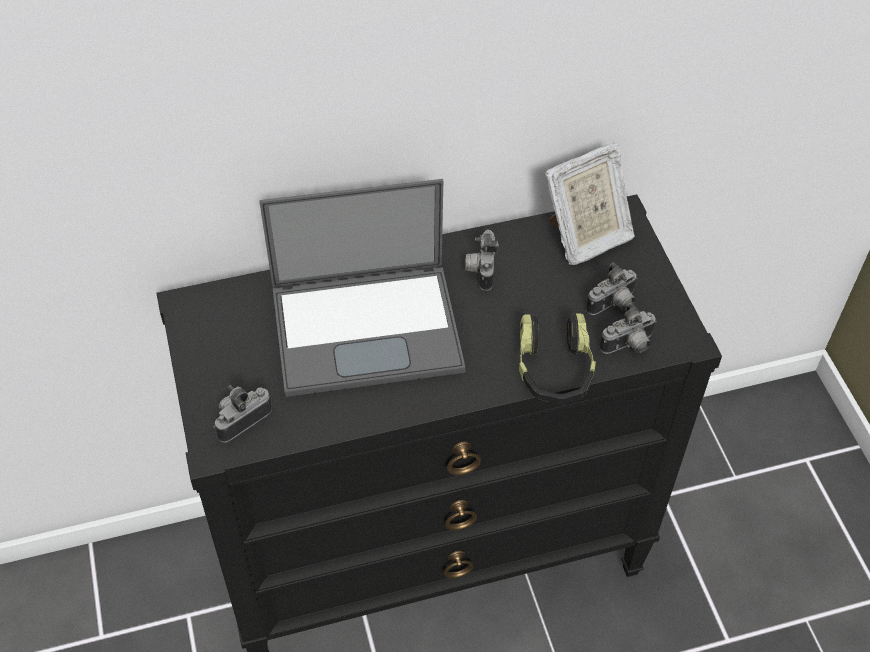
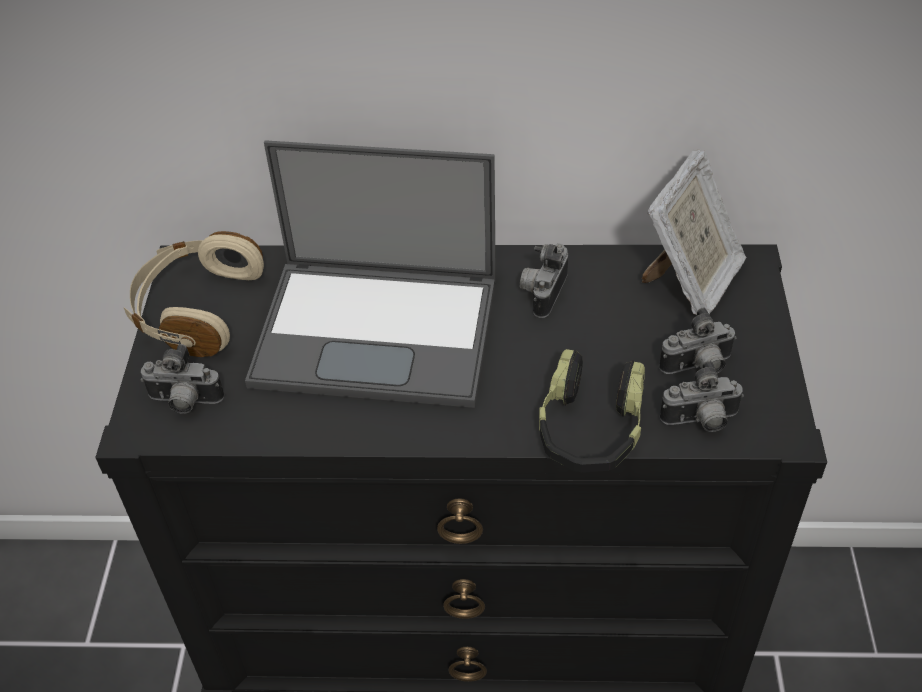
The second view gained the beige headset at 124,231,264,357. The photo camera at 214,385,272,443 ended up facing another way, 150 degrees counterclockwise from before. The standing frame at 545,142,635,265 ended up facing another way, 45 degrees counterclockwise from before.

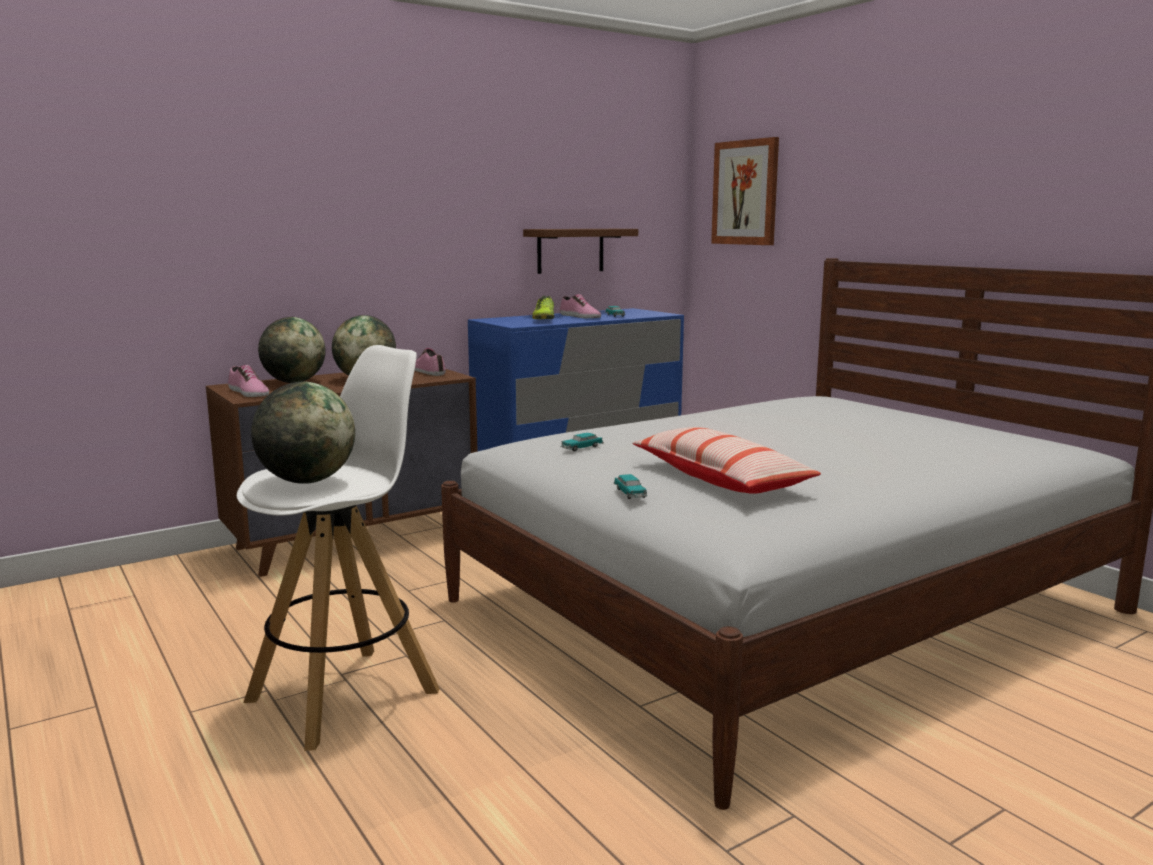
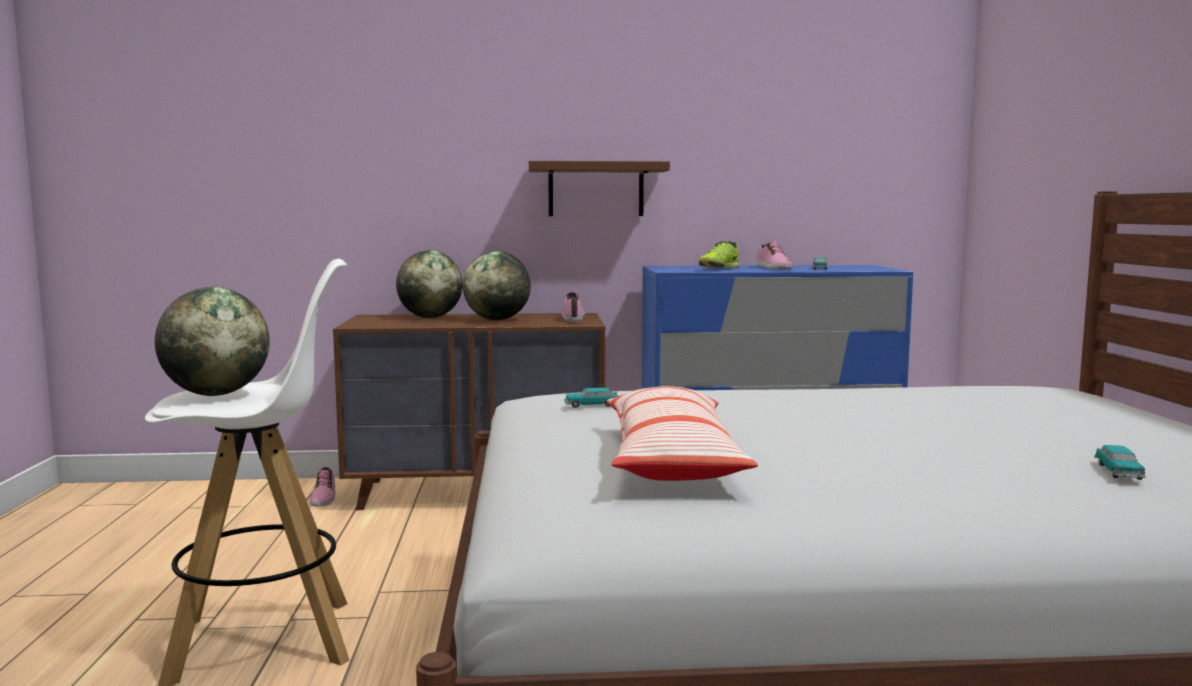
The item of footwear ended up elsewhere, having gone from 228,365,269,397 to 309,467,335,507. The brown-coloured wall shelf ended up elsewhere, having gone from 523,229,638,274 to 529,161,670,216. The miniature car ended up elsewhere, having gone from 614,474,647,499 to 1094,445,1146,480. The second view lost the wall art at 711,137,779,245.

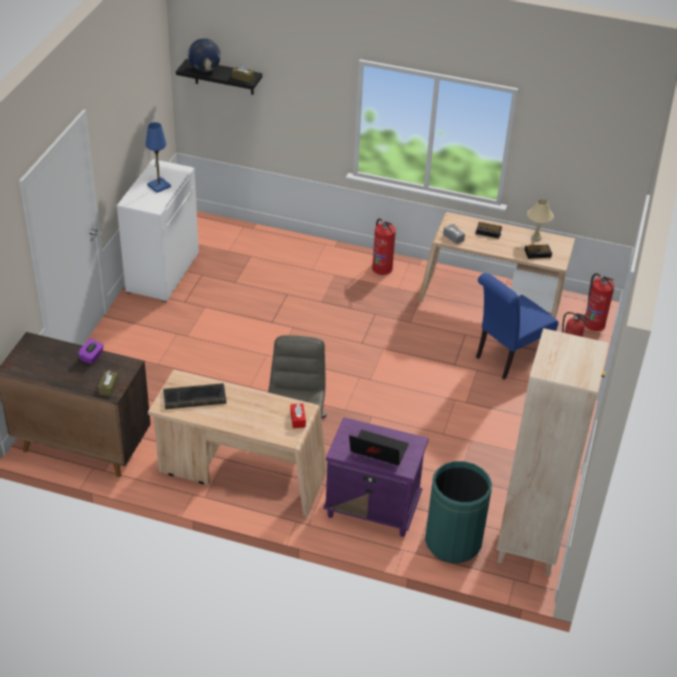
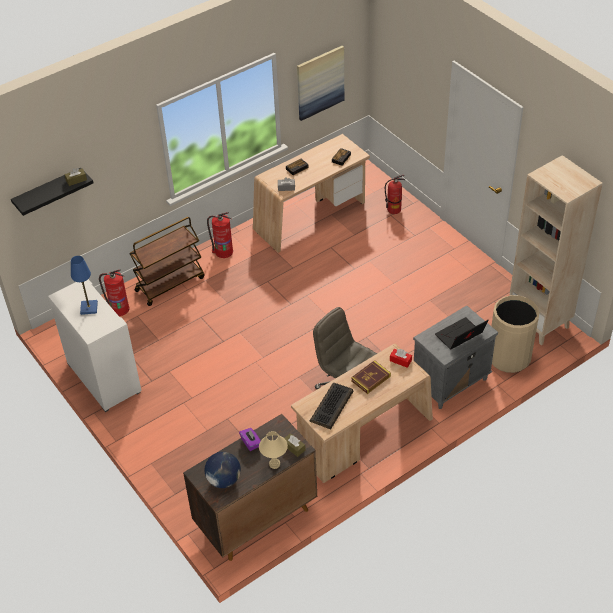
The fire-fighting cylinder ended up elsewhere, having gone from 584,273,614,331 to 99,269,129,316. The second view gained the brown-coloured wheeled cart at 129,217,205,306. The world globe ended up elsewhere, having gone from 188,38,221,72 to 204,452,241,488. The beige tabletop lamp ended up elsewhere, having gone from 527,199,554,241 to 259,431,288,469. The second view gained the wall art at 297,46,344,121. The second view gained the book at 351,360,391,394. What was the purple night table at 323,417,429,537 turned into the grey night table at 413,306,498,409. What was the green-coloured trash can at 425,461,492,563 turned into the beige trash can at 492,295,540,373. The second view lost the bluish chair at 476,273,559,379.

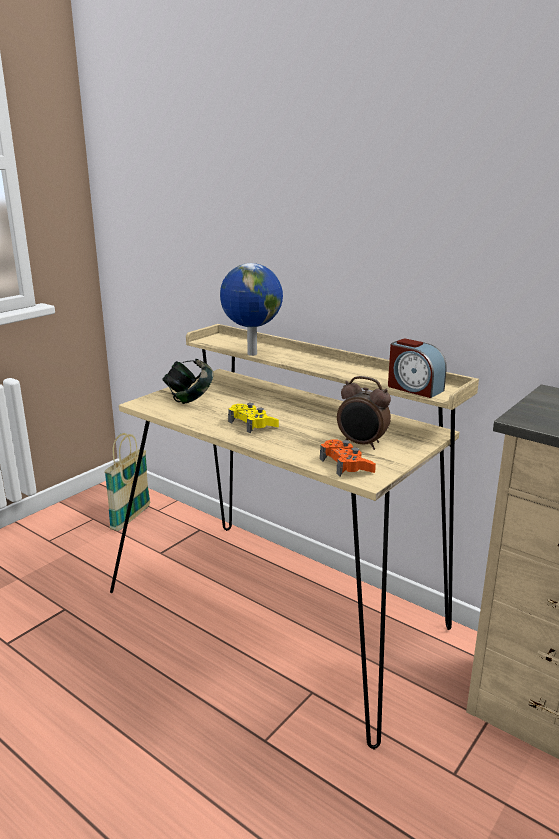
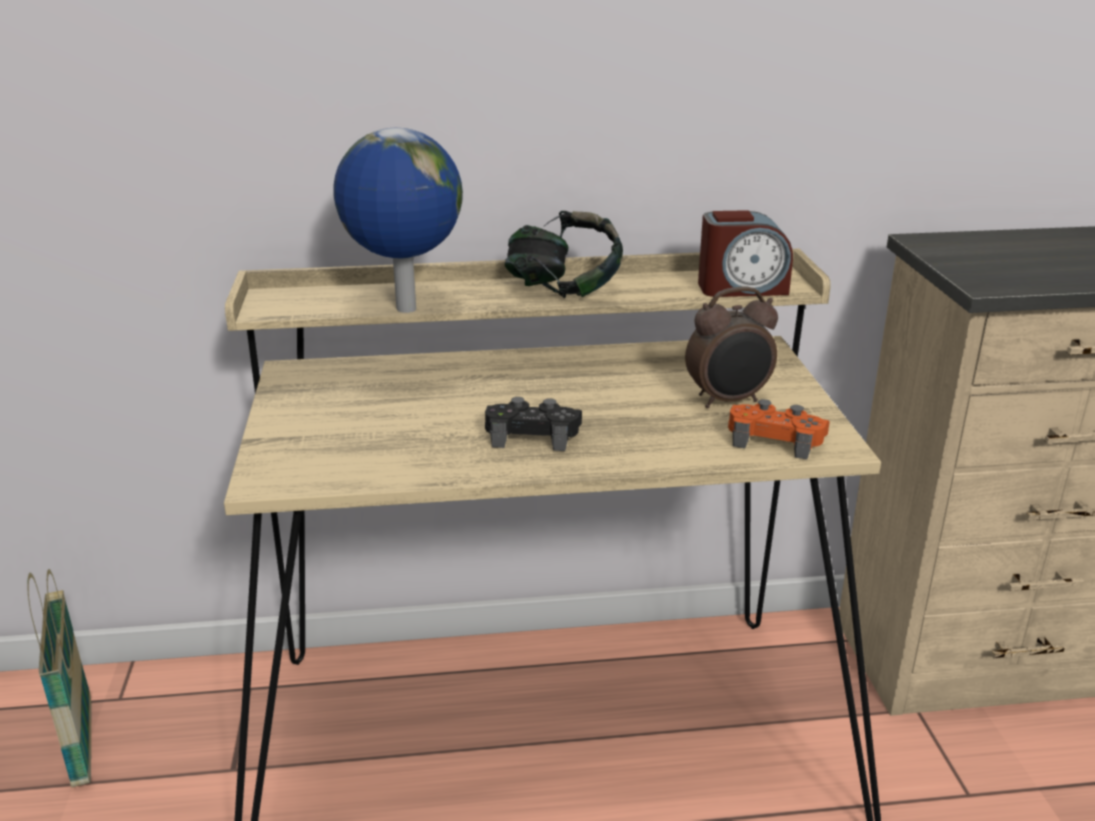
What was the yellow game controller at 228,403,279,433 turned into the black game controller at 485,397,582,451. The headset ended up elsewhere, having gone from 162,359,214,404 to 505,211,623,298.

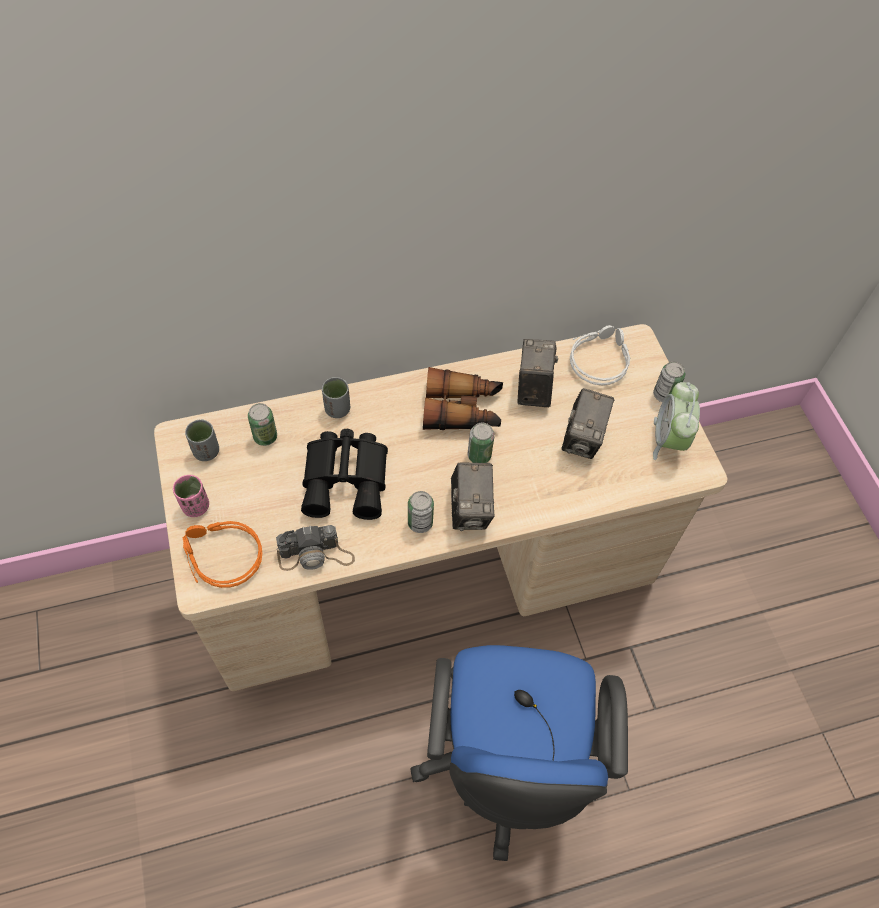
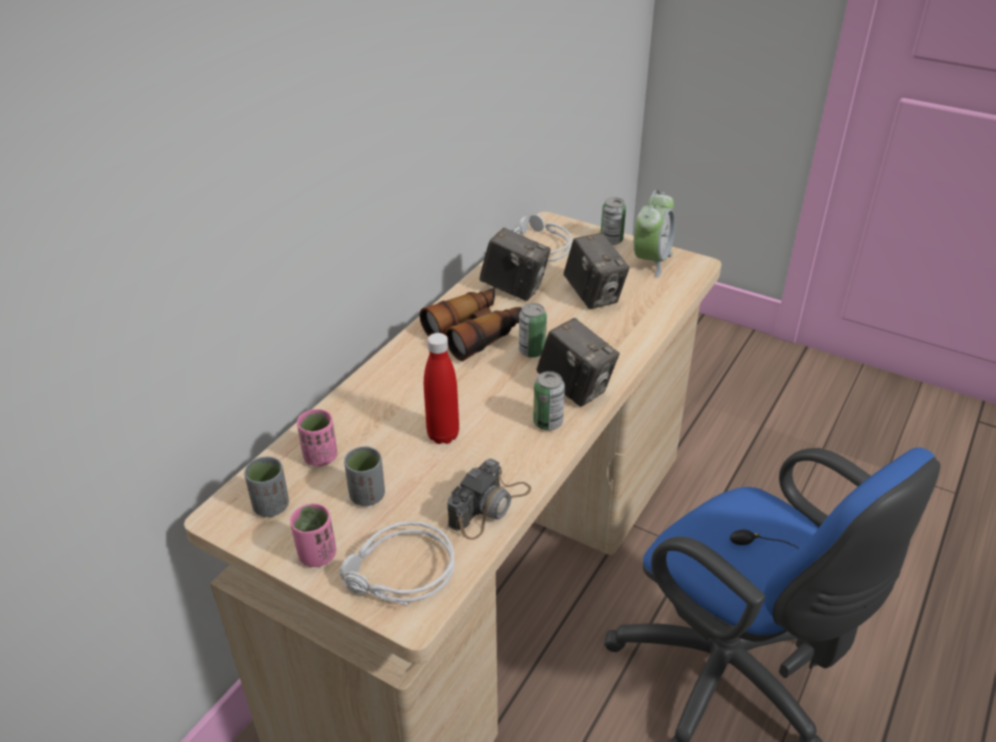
Where the sealed can stood at 248,403,277,446, the pinkish small cup came to stand at 297,409,337,466. What was the orange headset at 182,521,262,588 turned into the grey headset at 340,521,455,606. The grey small cup ended up elsewhere, having gone from 322,377,350,418 to 344,446,385,506. Where the black binoculars stood at 301,429,388,520, the red-coloured beverage bottle came to stand at 424,333,459,444. The photo camera at 517,339,558,407 ended up facing another way, 150 degrees clockwise from before. The table clock at 653,382,700,460 ended up facing another way, 120 degrees counterclockwise from before.

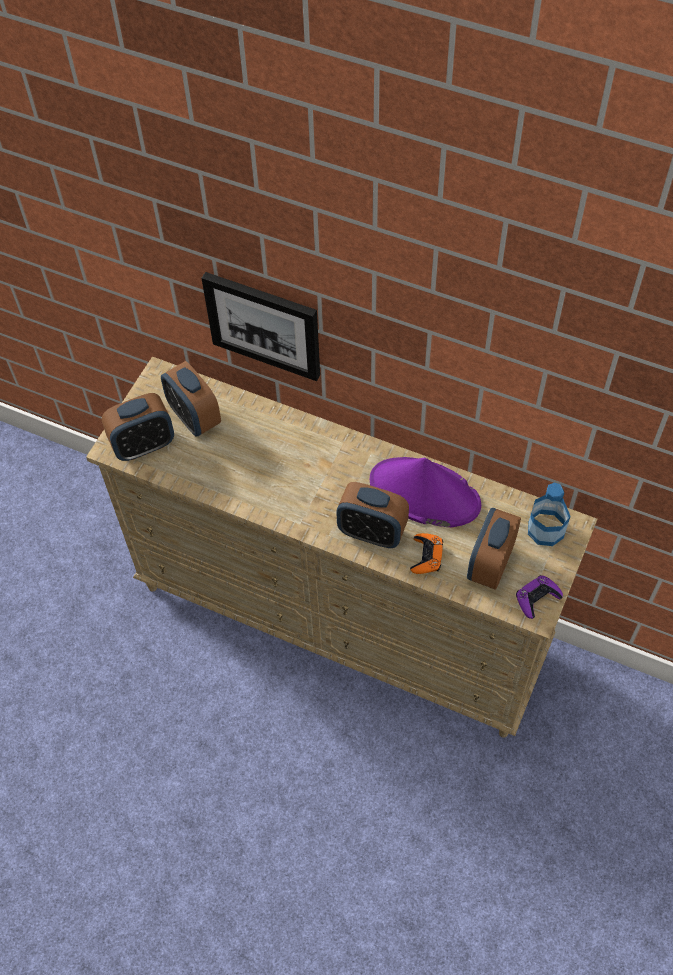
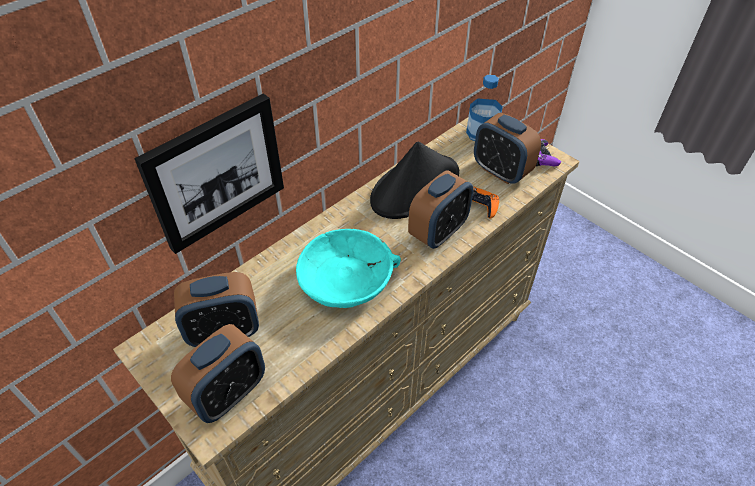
The table clock at 101,393,174,461 ended up facing another way, 45 degrees clockwise from before. The second view gained the blue-green deep dish at 296,229,401,308. What was the purple clothing hat at 370,457,481,527 turned into the black clothing hat at 370,141,459,219.

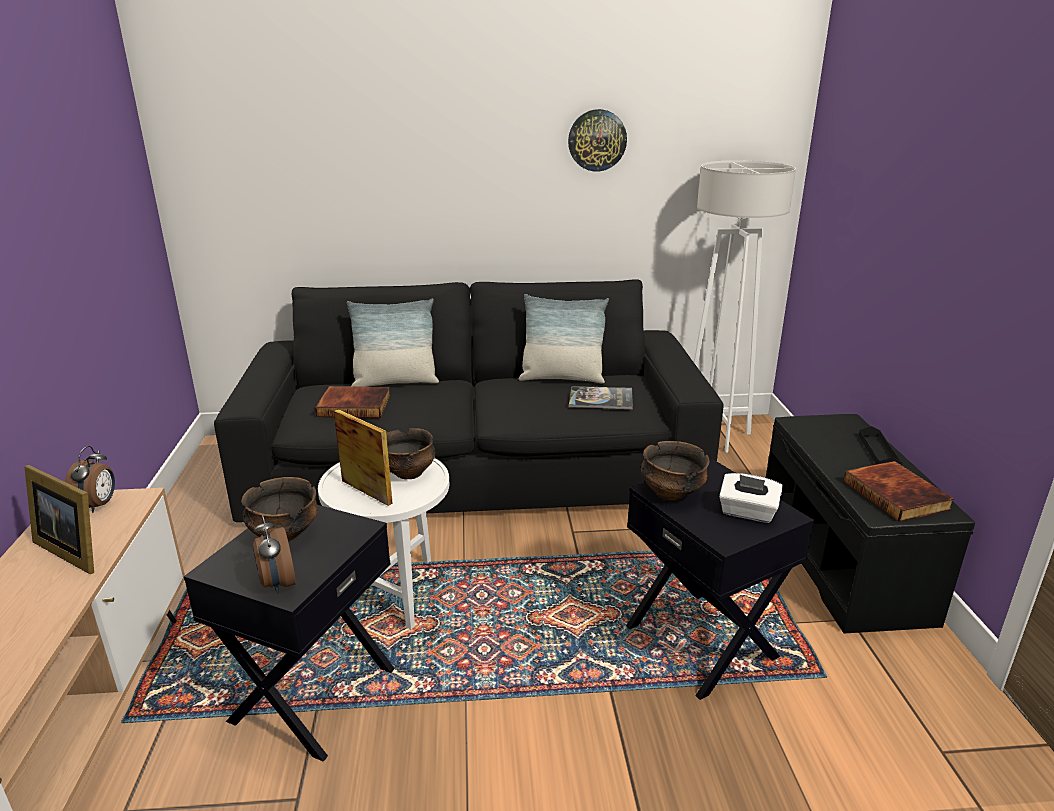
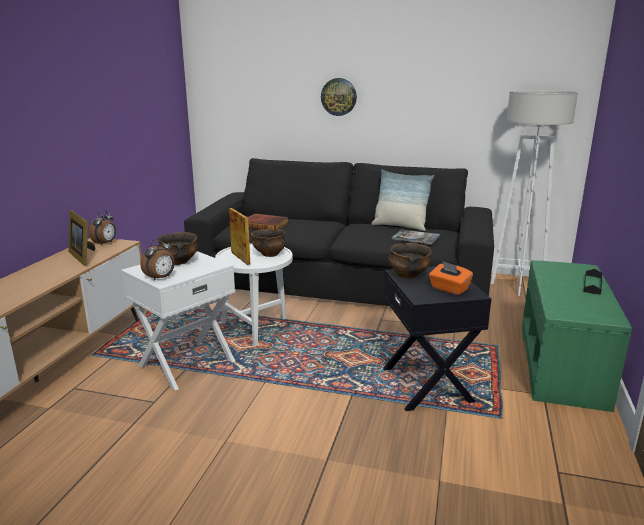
What was the black accent table at 184,505,395,762 turned into the white accent table at 121,251,235,391. The table clock at 253,515,296,594 ended up facing another way, 135 degrees counterclockwise from before. The clock on the wall ended up elsewhere, having gone from 568,109,627,172 to 321,78,357,116. What was the white box of tissues at 719,473,783,523 turned into the orange box of tissues at 429,261,473,295. What was the black bench at 766,414,975,634 turned into the green-coloured bench at 522,260,632,412. The second view lost the cushion at 347,298,439,387. The second view lost the book at 843,461,954,522.

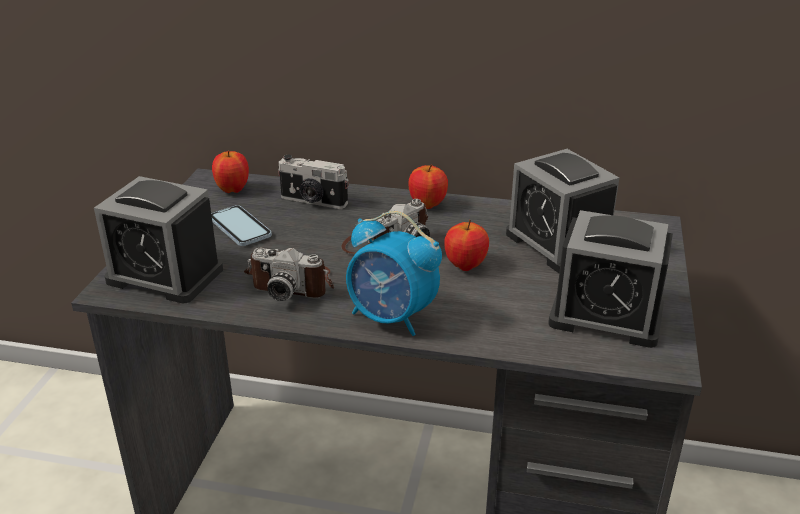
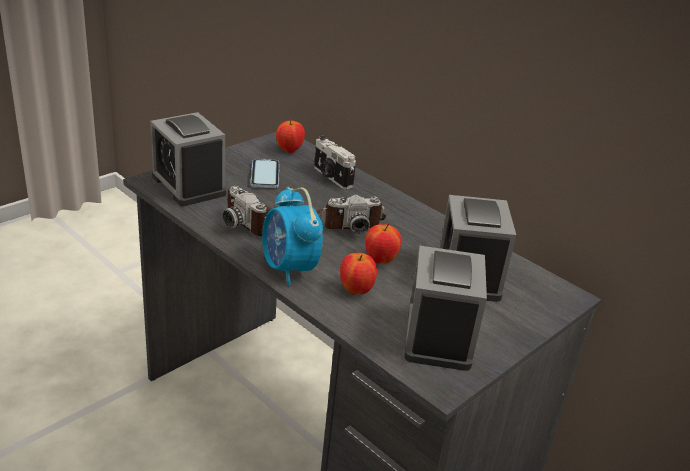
The whole apple ended up elsewhere, having gone from 408,164,448,209 to 340,253,377,295. The table clock at 548,210,673,348 ended up facing another way, 45 degrees clockwise from before.

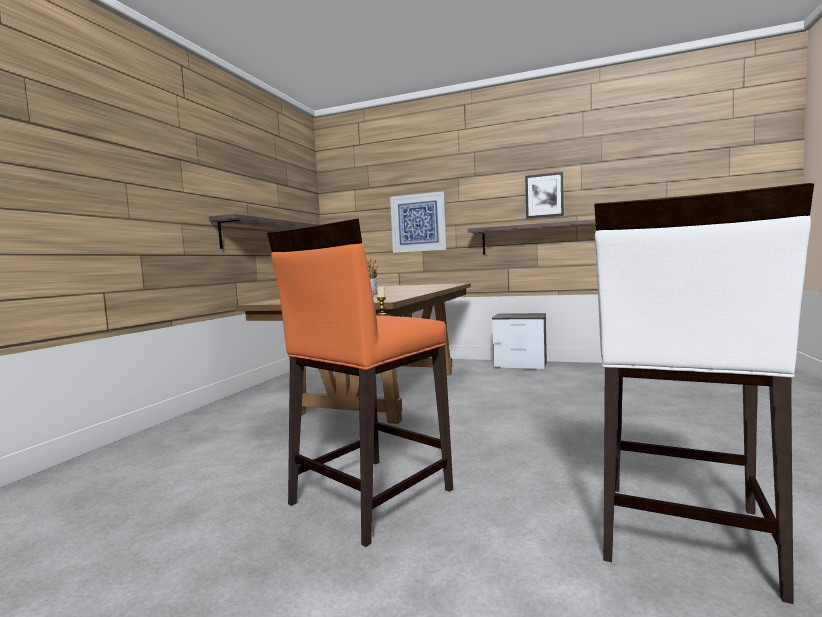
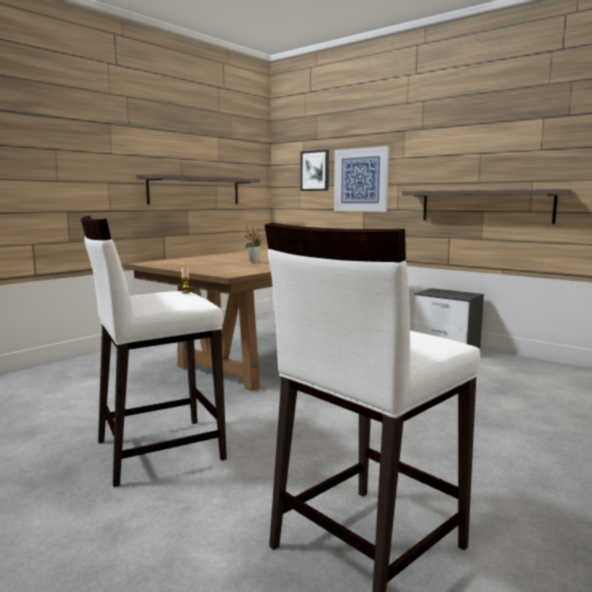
What was the orange stool seat at 267,219,453,547 turned into the white stool seat at 81,216,227,487. The wall art ended up elsewhere, having gone from 525,172,564,219 to 301,149,329,191.

